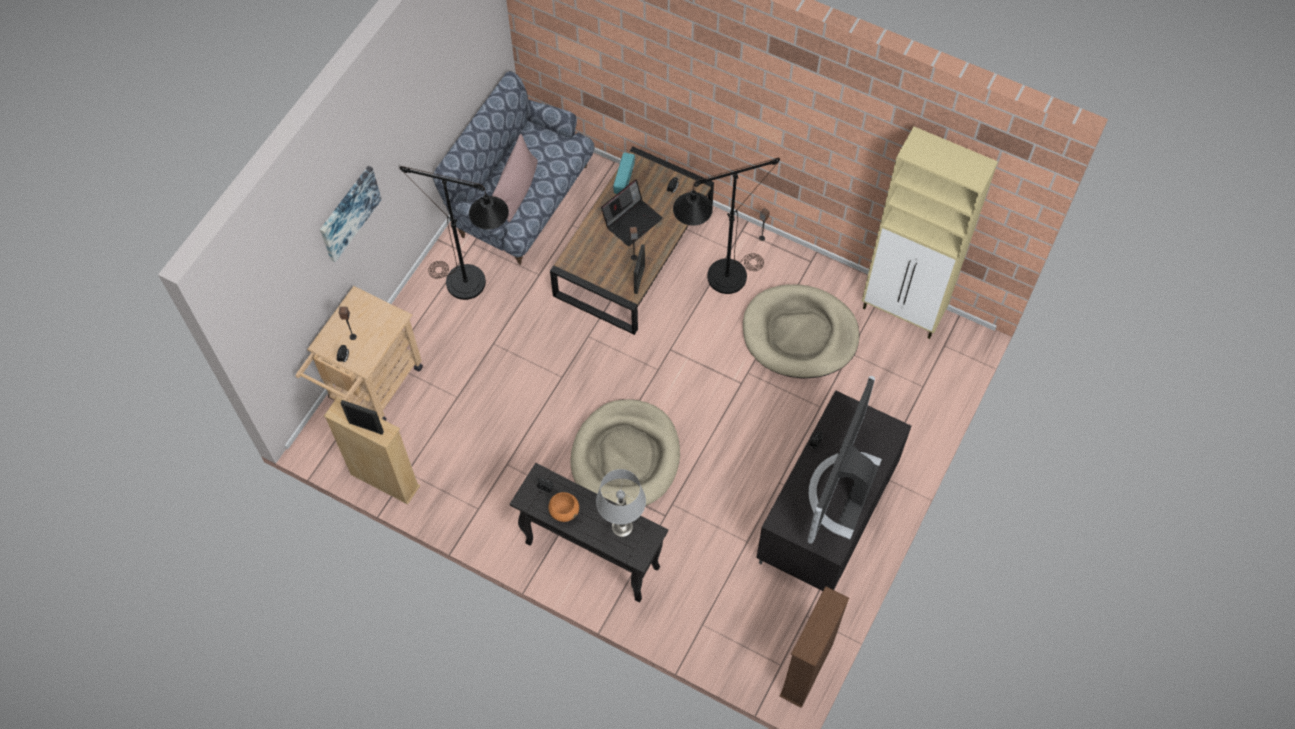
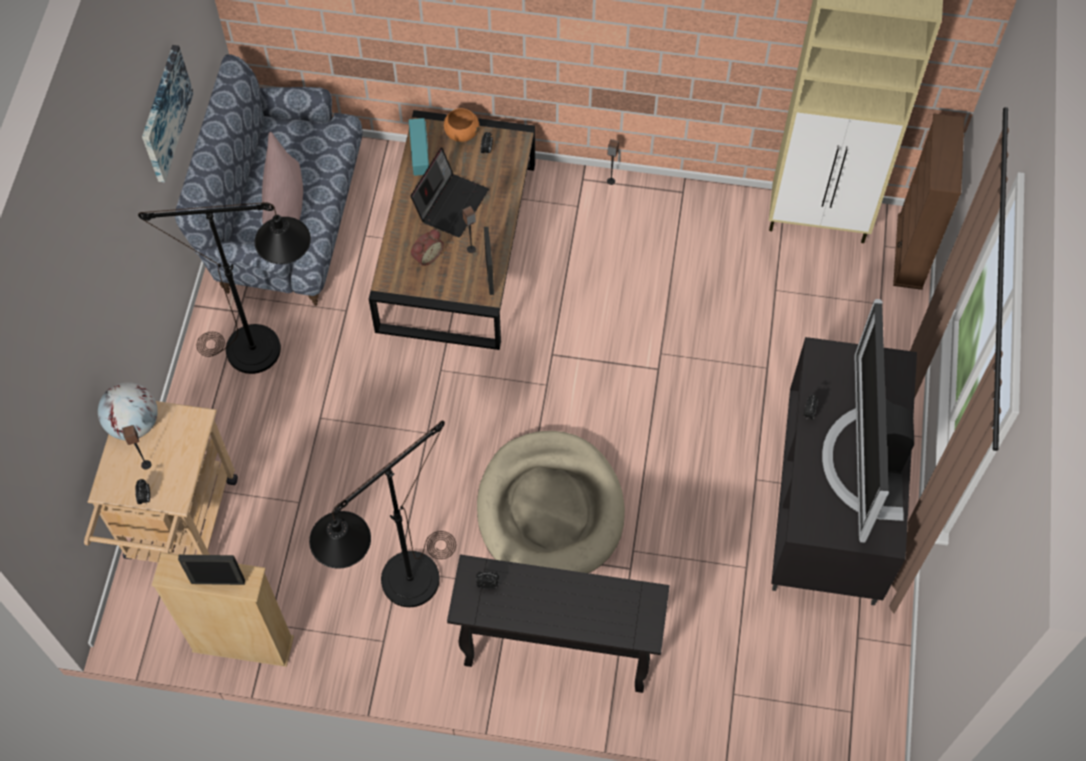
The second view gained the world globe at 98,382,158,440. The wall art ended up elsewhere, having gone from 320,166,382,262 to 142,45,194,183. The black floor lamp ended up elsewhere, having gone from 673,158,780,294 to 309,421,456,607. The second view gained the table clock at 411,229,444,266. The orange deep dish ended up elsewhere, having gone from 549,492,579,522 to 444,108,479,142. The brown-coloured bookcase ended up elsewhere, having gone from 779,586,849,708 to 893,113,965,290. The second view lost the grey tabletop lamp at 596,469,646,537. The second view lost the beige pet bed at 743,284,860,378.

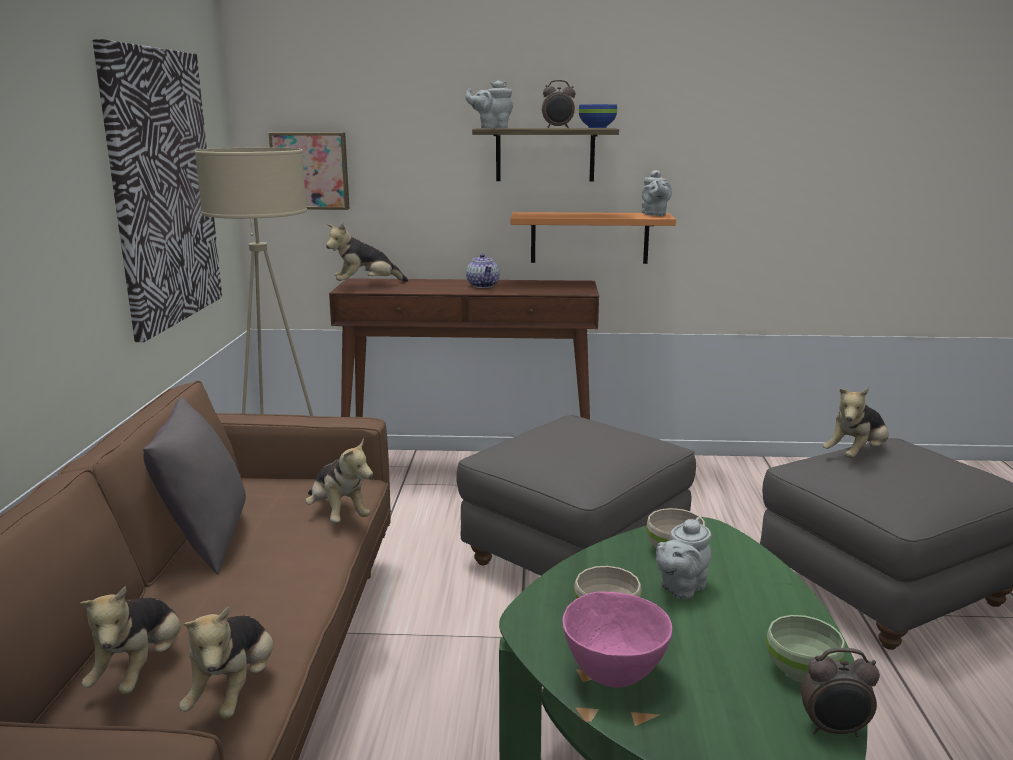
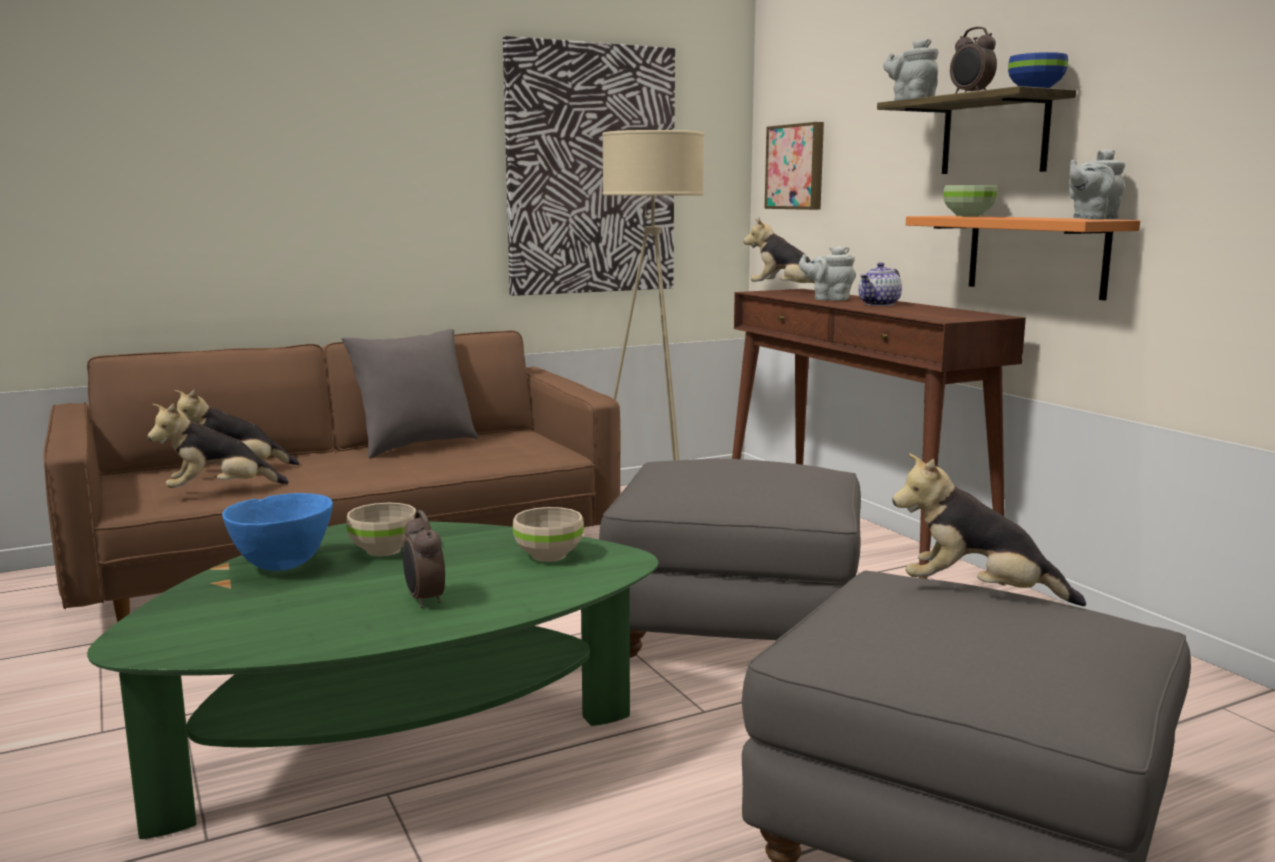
What was the pinkish deep dish at 563,591,672,688 turned into the bluish deep dish at 222,493,333,571. The table clock ended up elsewhere, having gone from 801,648,880,737 to 403,510,445,608. The grey pot for tea ended up elsewhere, having gone from 656,517,711,599 to 799,246,856,301. The green-coloured deep dish ended up elsewhere, having gone from 766,615,845,683 to 943,185,997,216. The second view lost the cuddly toy at 305,438,373,523.

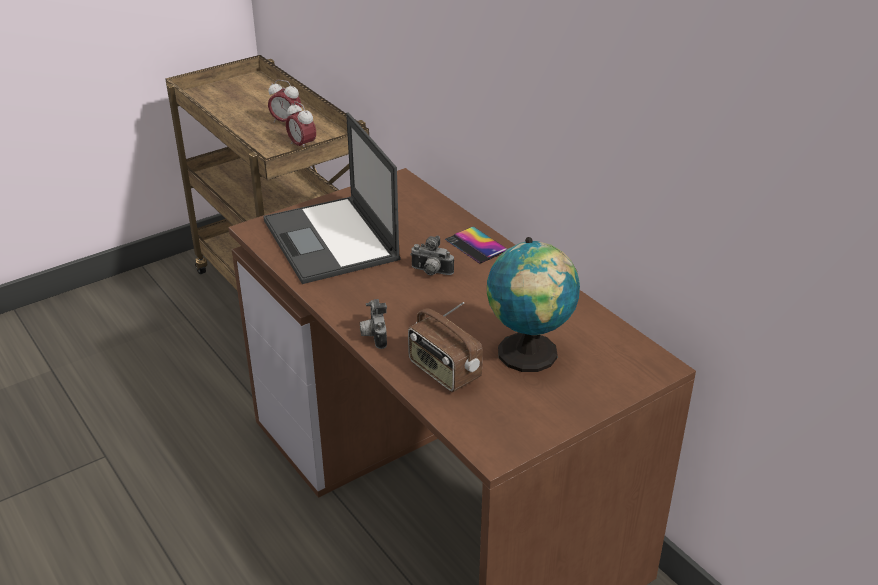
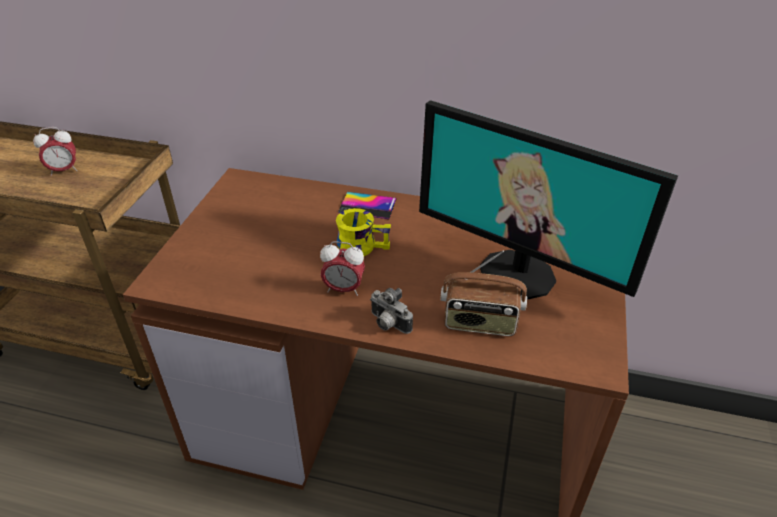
The table clock ended up elsewhere, having gone from 286,101,316,147 to 320,241,365,296. Where the photo camera stood at 410,236,454,275, the yellow coffee mug came to stand at 336,208,391,256. Where the world globe stood at 487,237,580,372, the computer display came to stand at 419,100,678,300. The second view lost the portable computer at 263,112,401,284.

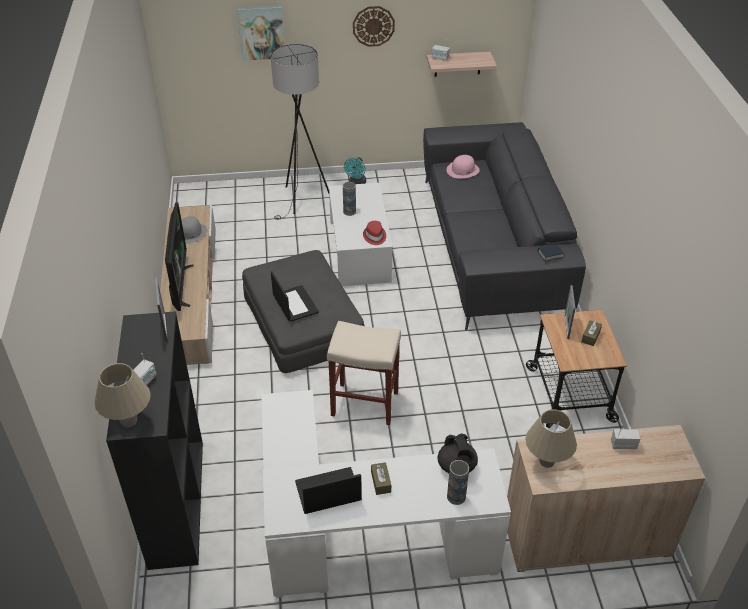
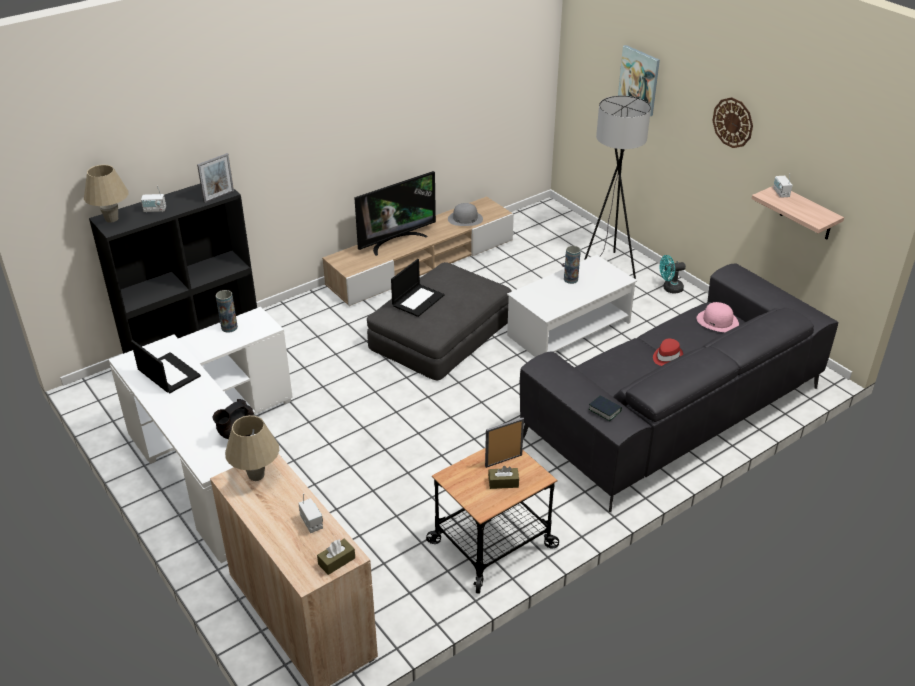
The decorative vase ended up elsewhere, having gone from 447,460,469,505 to 216,290,238,333. The brown-coloured box of tissues ended up elsewhere, having gone from 371,462,391,495 to 317,539,355,575. The red-coloured clothing hat ended up elsewhere, having gone from 363,221,386,245 to 653,339,683,366. The second view lost the beige stool seat at 327,321,401,425.

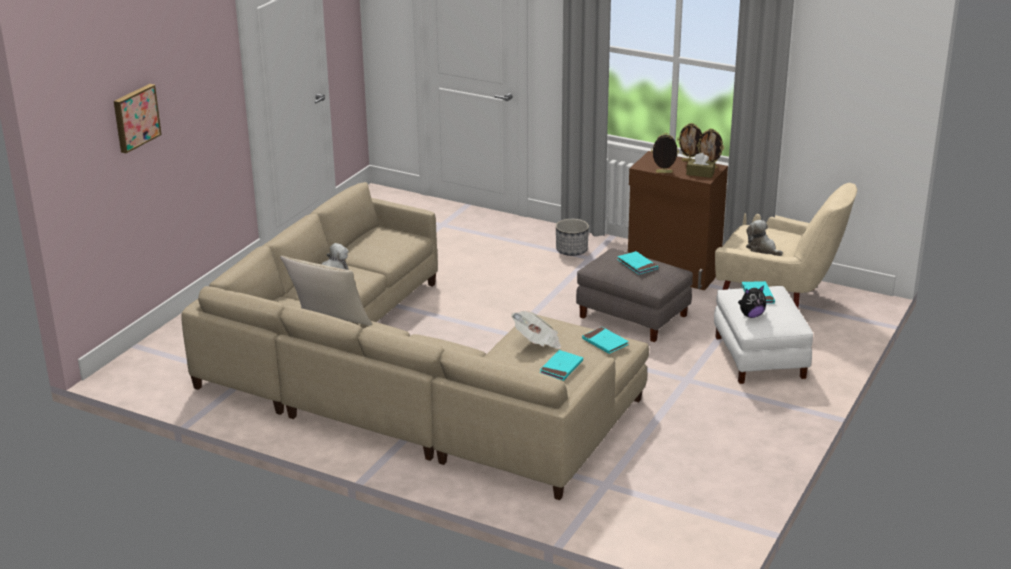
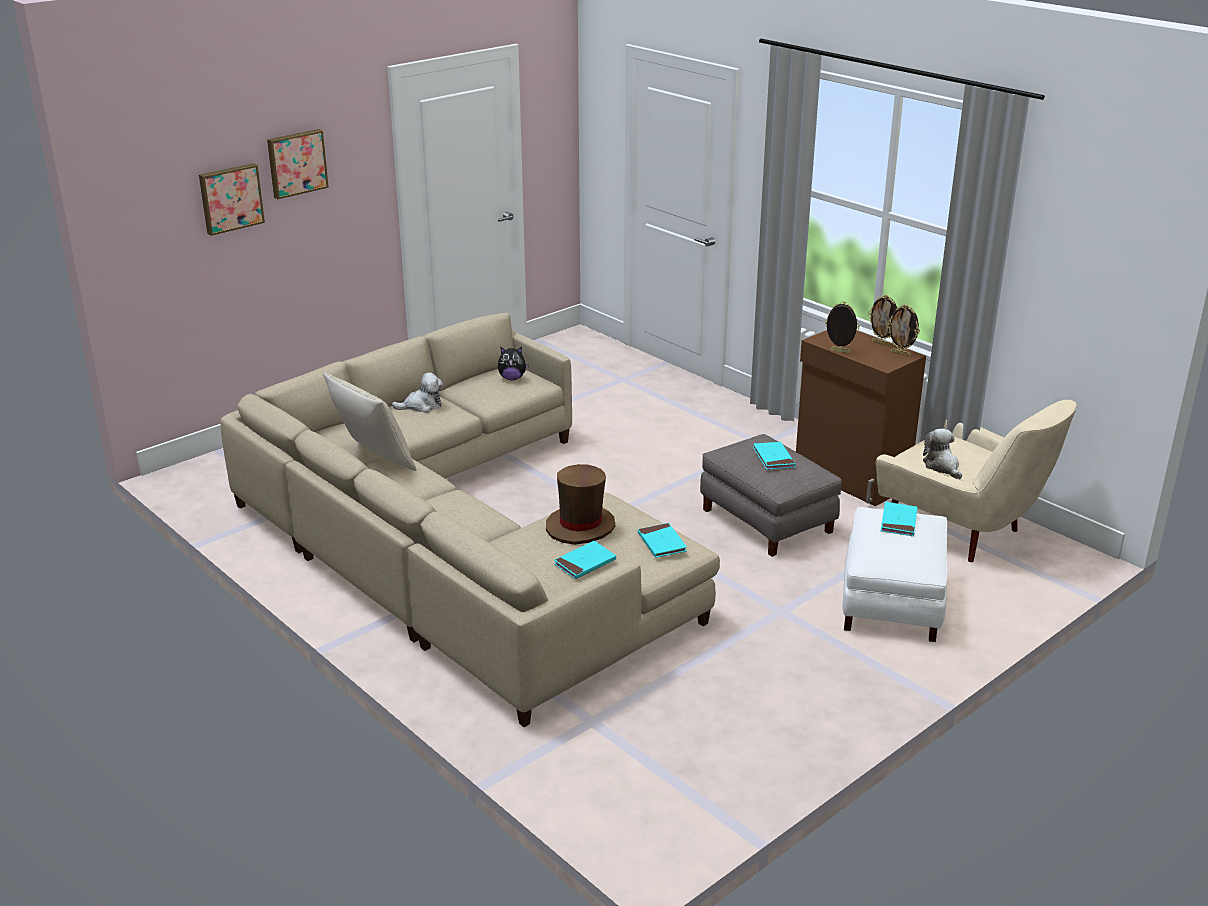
The second view gained the wall art at 267,129,329,199. The cuddly toy ended up elsewhere, having gone from 738,286,766,318 to 498,347,529,380. Where the printed paper stood at 511,311,561,349, the brown-coloured clothing hat came to stand at 546,464,615,545. The second view lost the flower pot at 556,219,589,256. The second view lost the brown-coloured box of tissues at 686,153,715,178.

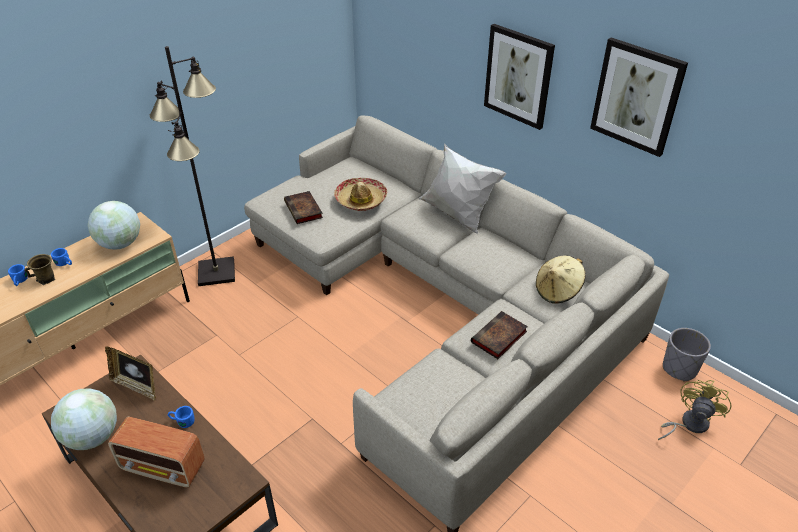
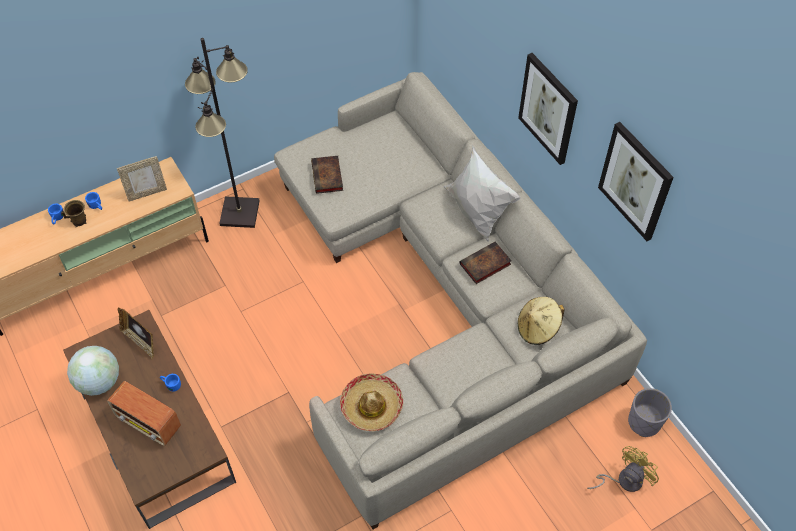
Where the world globe stood at 88,201,140,250, the standing frame came to stand at 117,156,167,202. The clothing hat ended up elsewhere, having gone from 334,178,387,211 to 340,374,403,431. The book ended up elsewhere, having gone from 471,311,528,359 to 459,242,511,284.

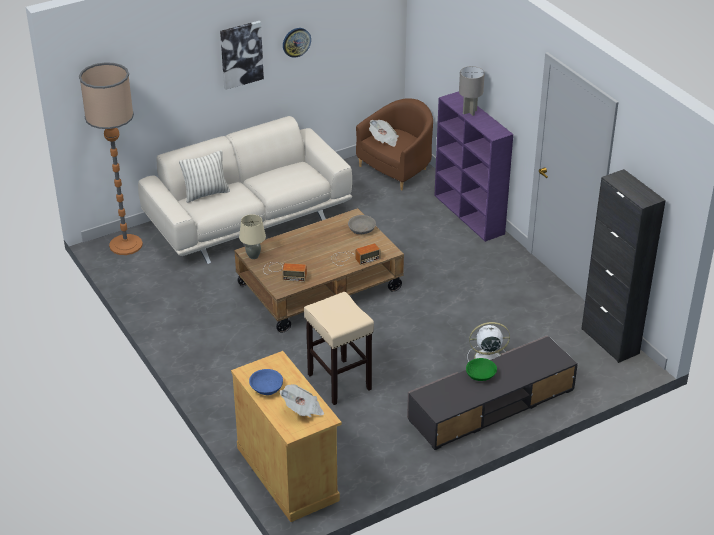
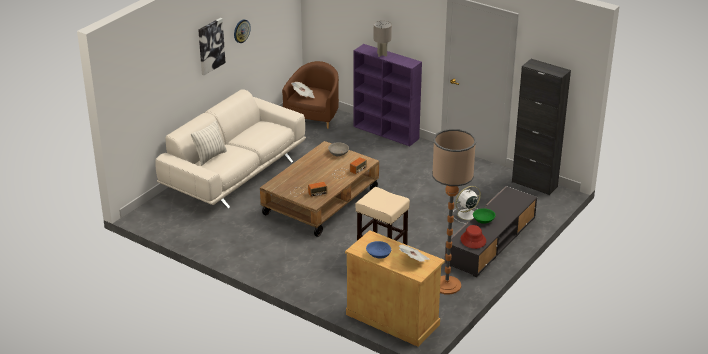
The floor lamp ended up elsewhere, having gone from 79,62,143,255 to 432,129,476,294. The second view gained the red-coloured clothing hat at 461,225,486,249. The second view lost the beige tabletop lamp at 239,214,266,259.

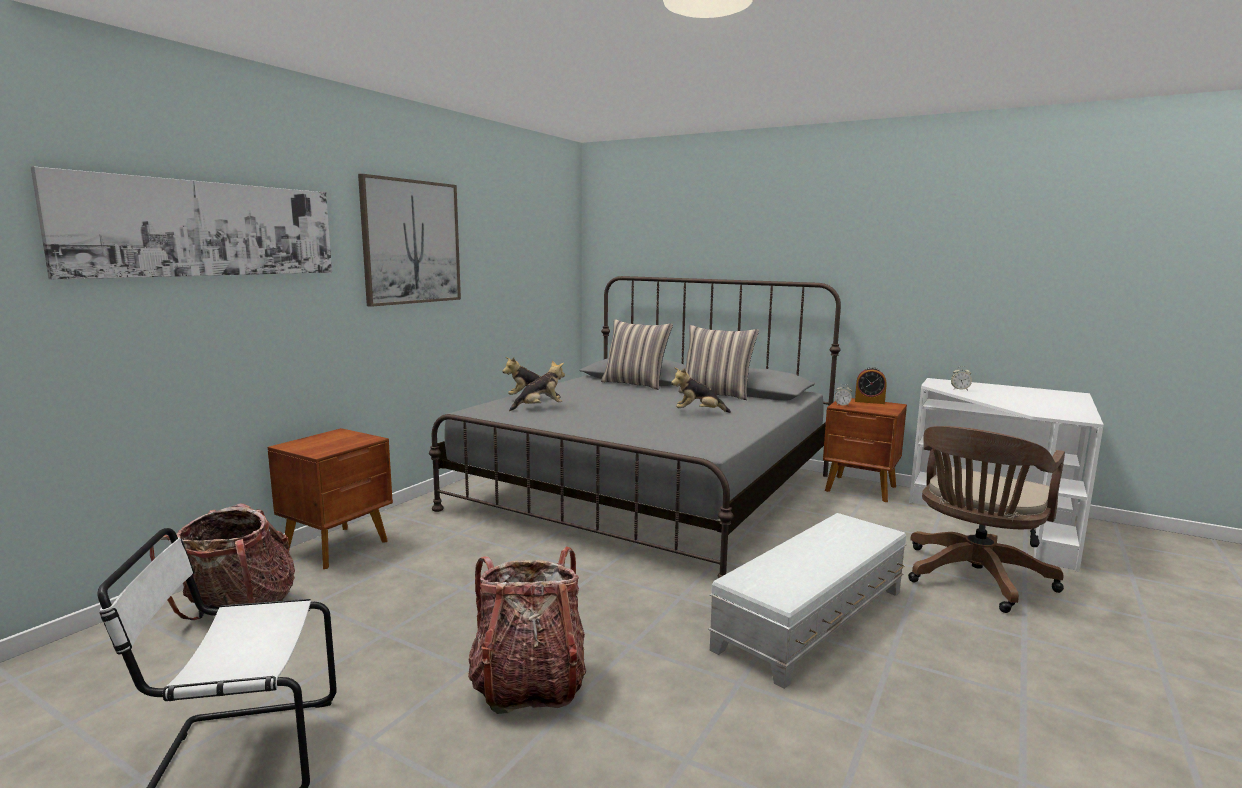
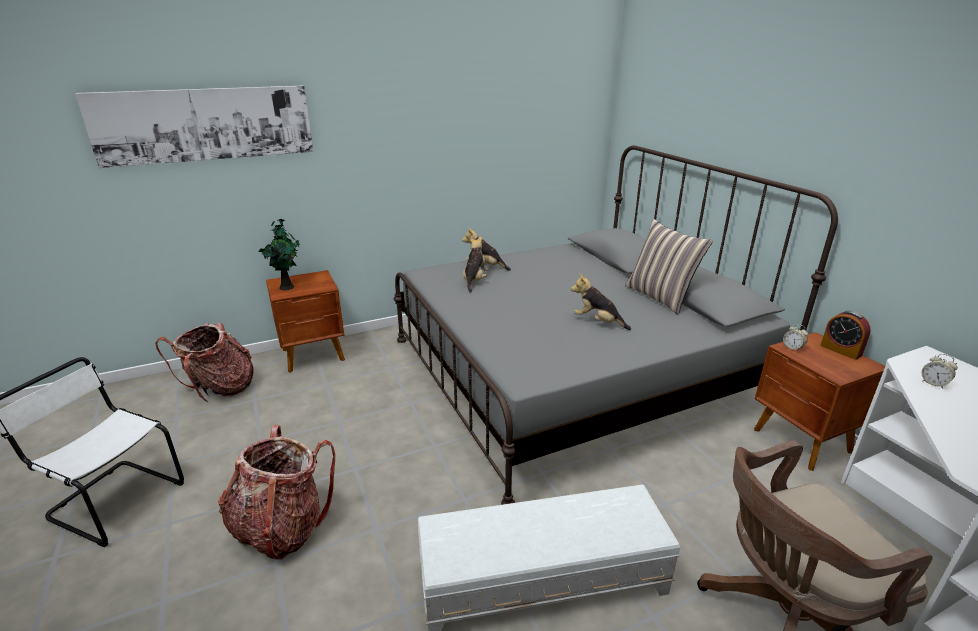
The second view gained the plant in a pot at 258,219,300,290. The cuddly toy at 509,360,565,411 ended up facing another way, 90 degrees counterclockwise from before. The second view lost the wall art at 358,174,461,307. The second view lost the cushion at 601,319,673,390.

